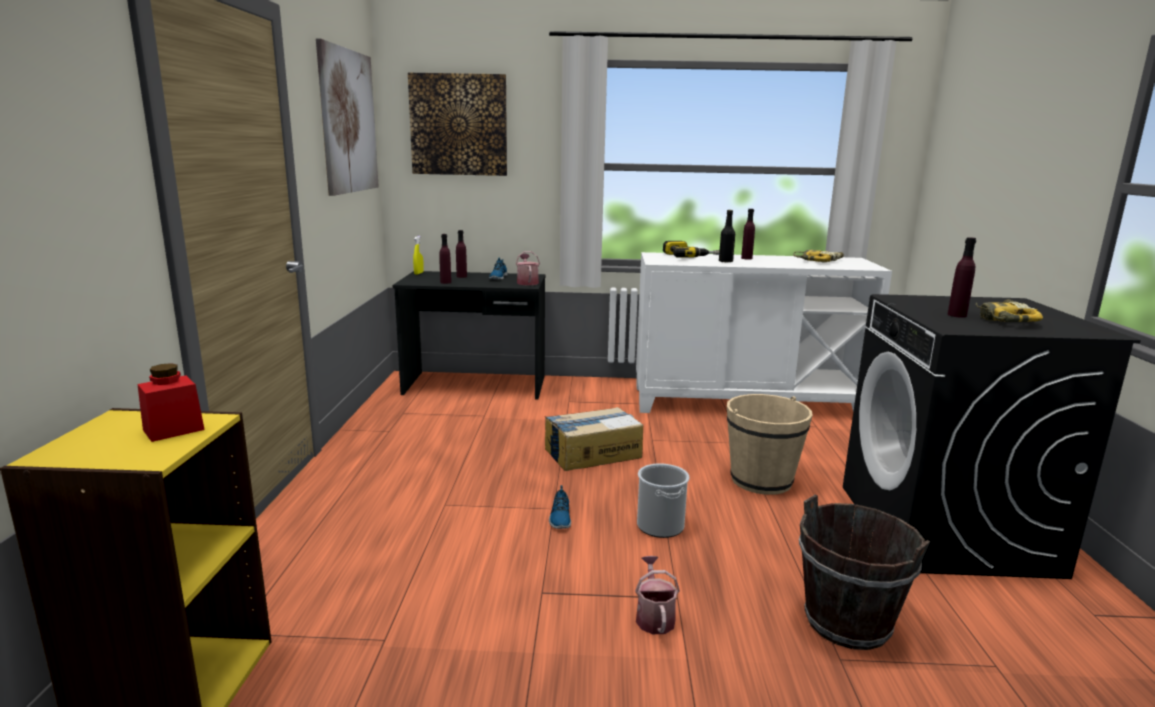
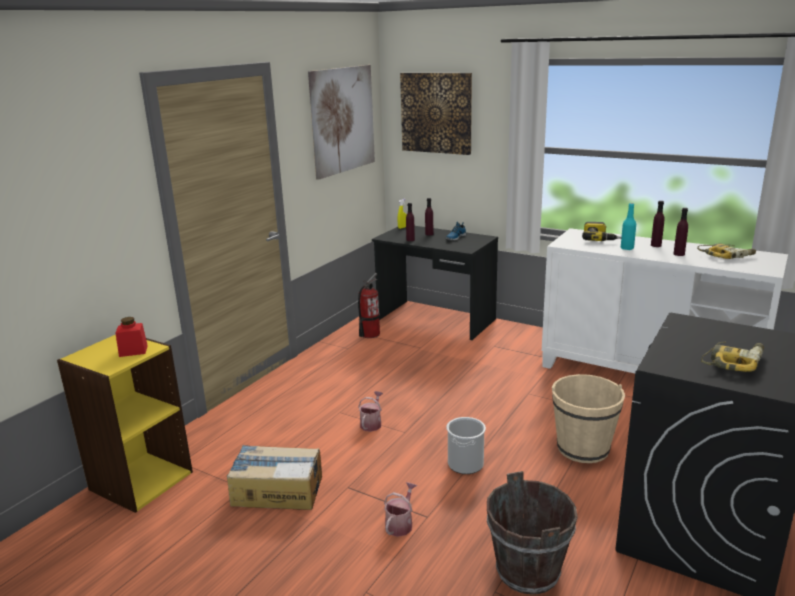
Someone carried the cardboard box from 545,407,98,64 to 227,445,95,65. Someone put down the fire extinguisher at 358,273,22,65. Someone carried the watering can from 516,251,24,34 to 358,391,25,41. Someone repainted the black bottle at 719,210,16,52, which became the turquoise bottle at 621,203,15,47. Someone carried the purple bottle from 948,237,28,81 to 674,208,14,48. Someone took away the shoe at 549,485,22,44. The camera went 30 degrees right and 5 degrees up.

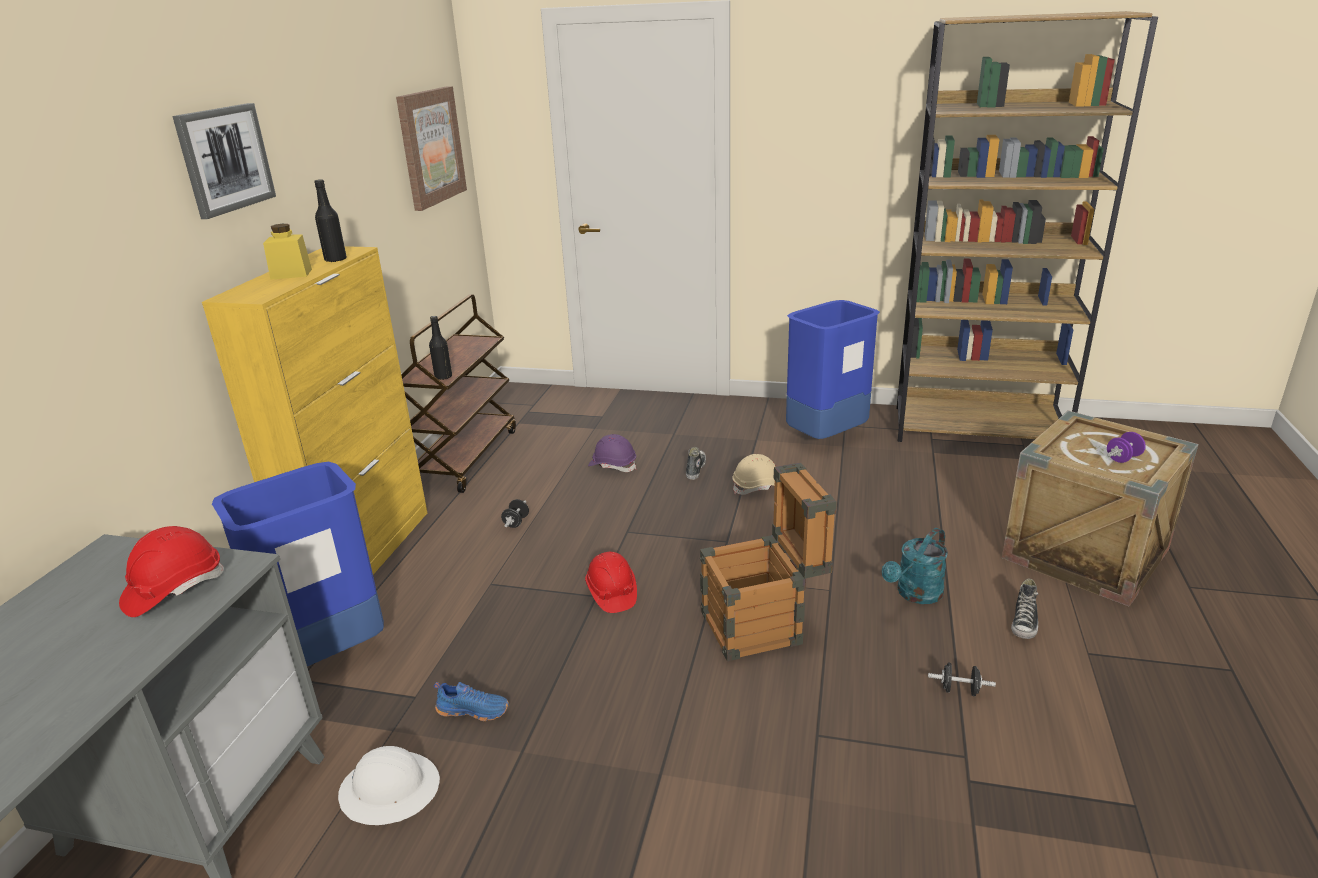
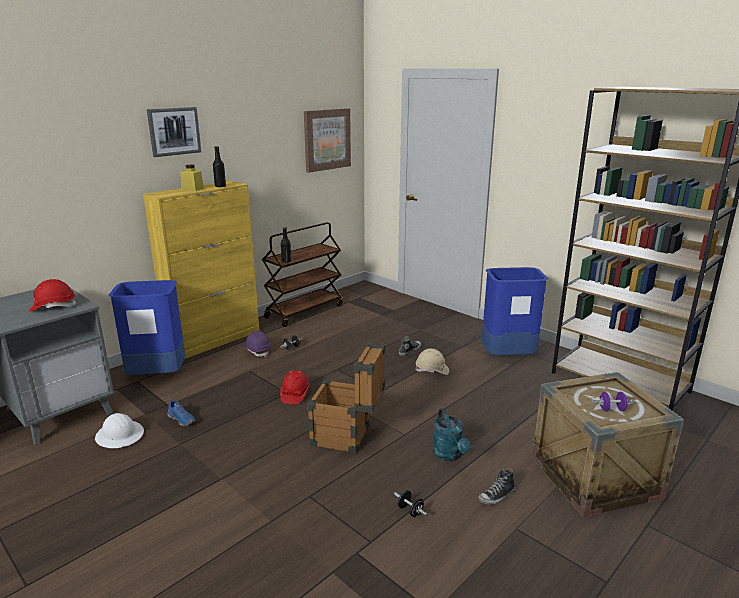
Someone carried the purple hard hat from 588,434,48,38 to 245,331,26,26. Someone rotated the turquoise watering can at 882,528,66,76 by 90 degrees counterclockwise. The camera went 30 degrees right and 5 degrees down.

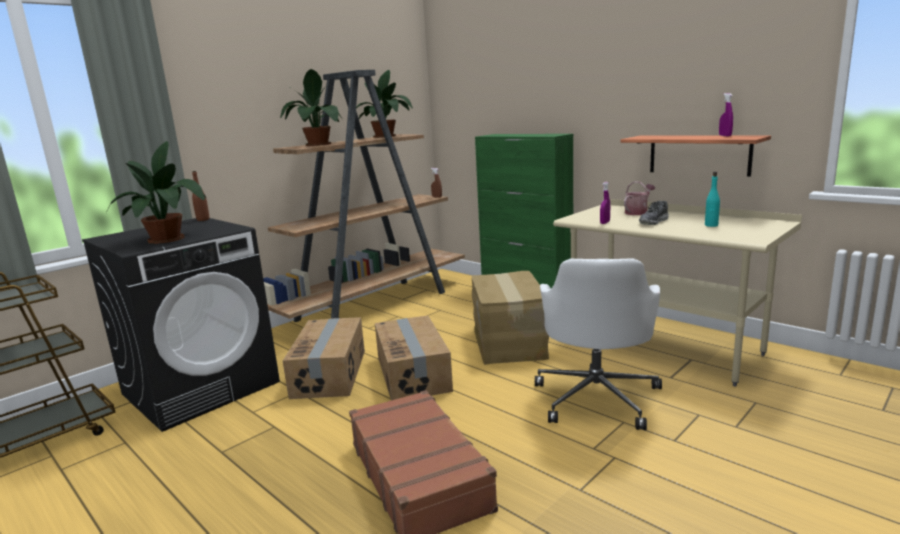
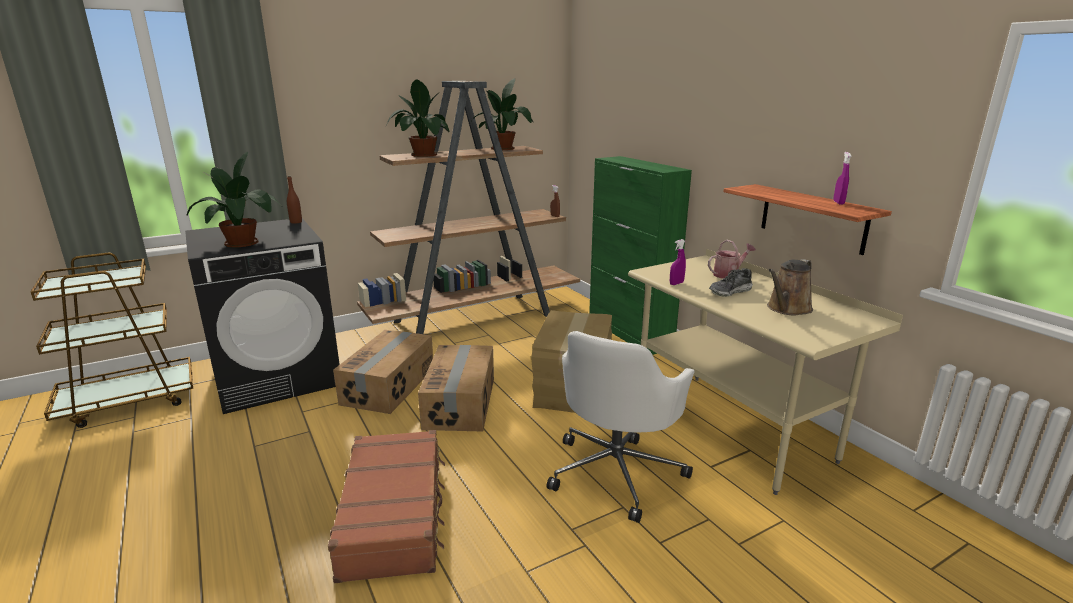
Someone swapped the turquoise bottle at 705,172,15,55 for the brown watering can at 767,259,46,57. The camera went 15 degrees right and 5 degrees up.

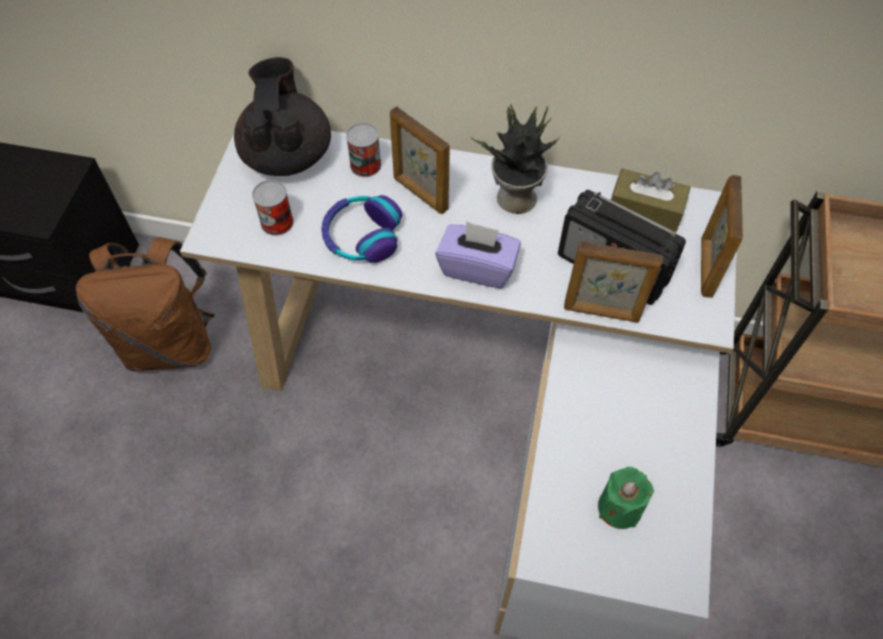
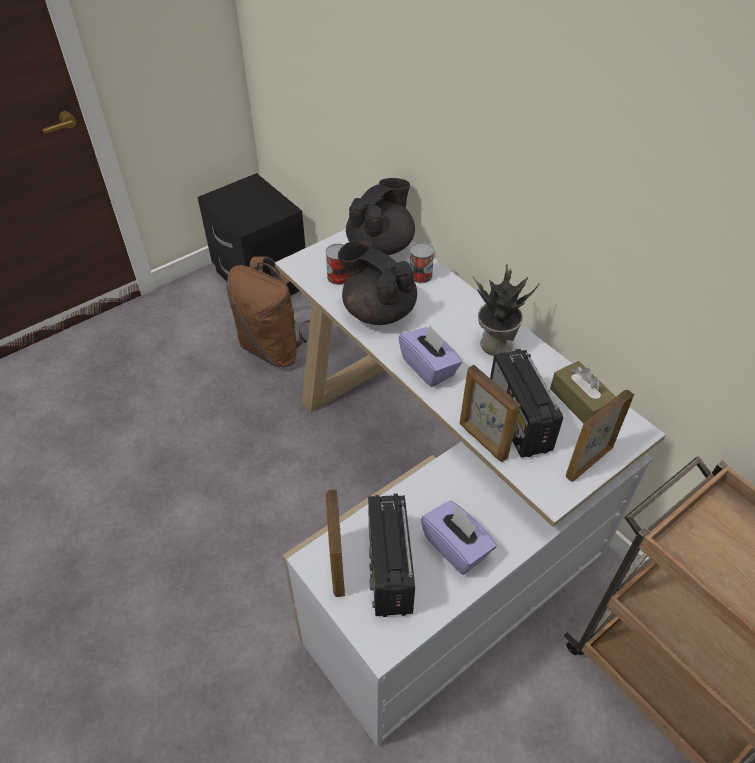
Someone carried the picture frame from 390,106,60,108 to 326,489,19,108. Someone swapped the headphones at 321,195,81,68 for the black teapot at 338,239,79,86. Someone swapped the green candle at 598,467,56,62 for the radio at 368,494,47,123. Someone put down the purple tissue box at 421,500,76,75. The camera went 40 degrees right and 10 degrees down.

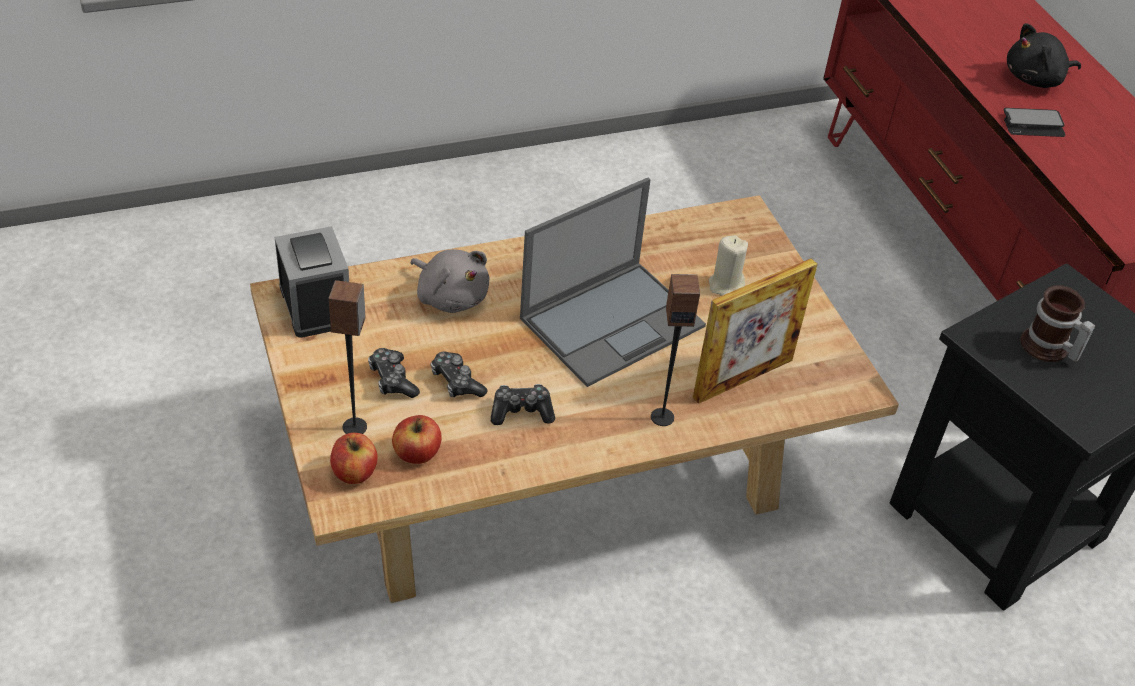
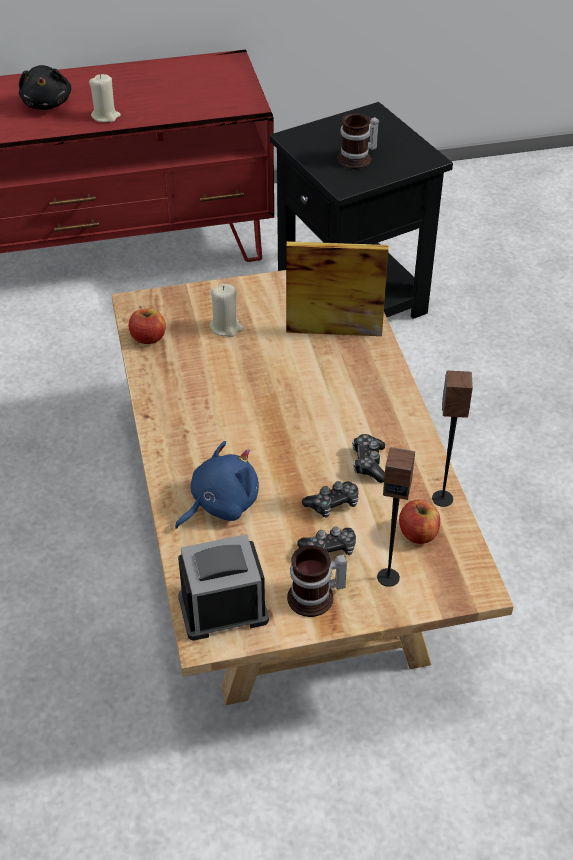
Someone swapped the phone at 1004,108,61,29 for the beige candle at 89,74,32,48. Someone carried the apple from 330,433,48,51 to 129,308,37,36. Someone repainted the grey plush toy at 411,249,78,64, which became the blue plush toy at 175,441,84,88. Someone rotated the picture frame at 693,258,125,146 by 60 degrees counterclockwise. Someone put down the mug at 287,545,60,72. Someone carried the speaker from 651,274,49,152 to 432,371,41,136. Someone took away the laptop at 520,177,186,210. The camera went 80 degrees left and 0 degrees up.

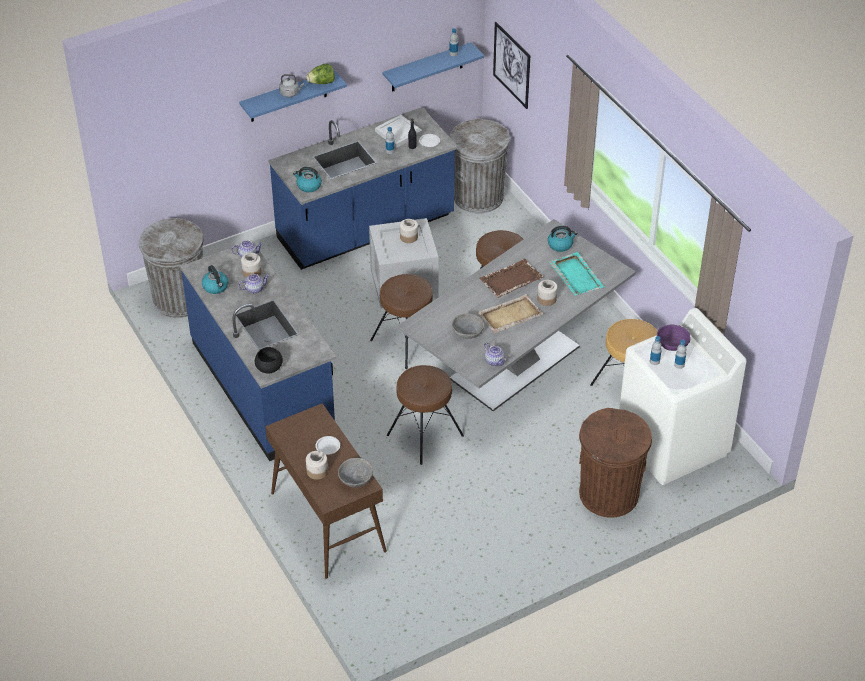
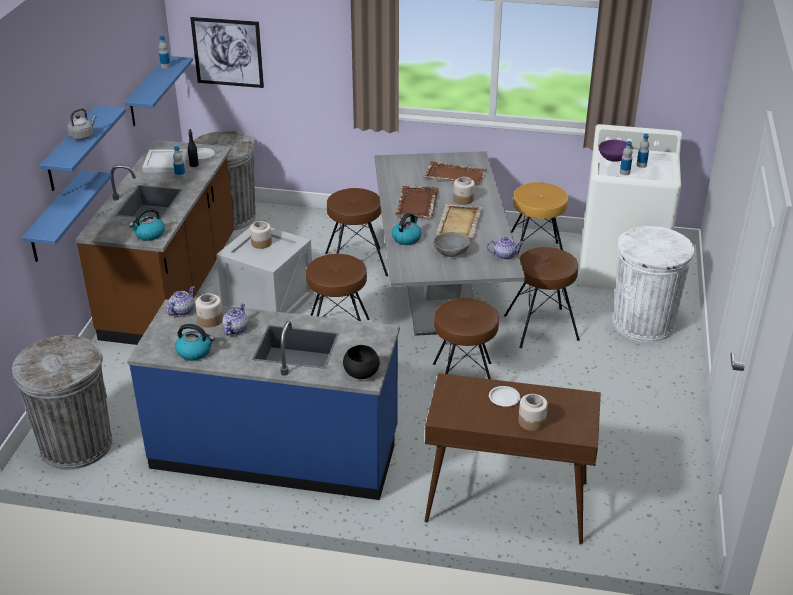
Someone put up the blue shelf at 22,170,90,92. Someone repainted the blue counter at 268,107,190,163, which became the brown counter at 75,140,159,205. Someone carried the kettle from 548,226,30,26 to 392,213,30,32. Someone repainted the turquoise tray at 548,252,57,44, which became the brown tray at 424,161,63,23. Someone put down the brown stool at 504,247,76,101. Someone repainted the brown trash can at 579,408,73,109, which became the white trash can at 613,226,81,116. Someone took away the lettuce at 306,64,29,20. Someone took away the grey bowl at 338,458,35,29. The camera went 50 degrees left and 10 degrees down.

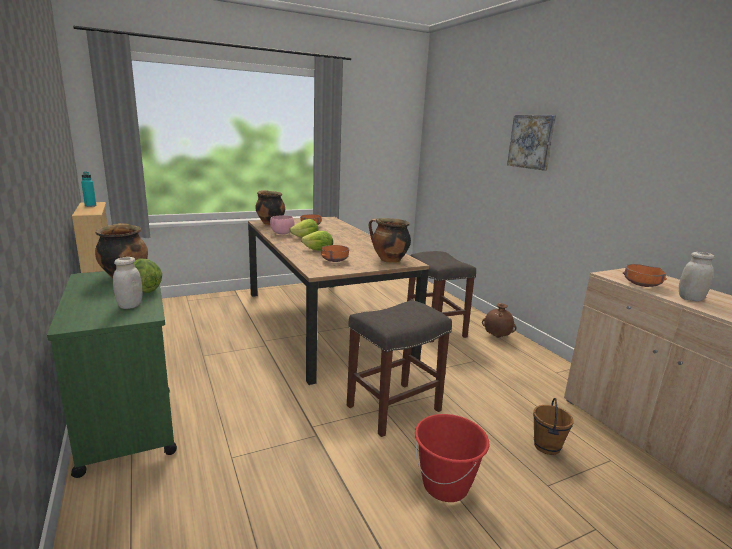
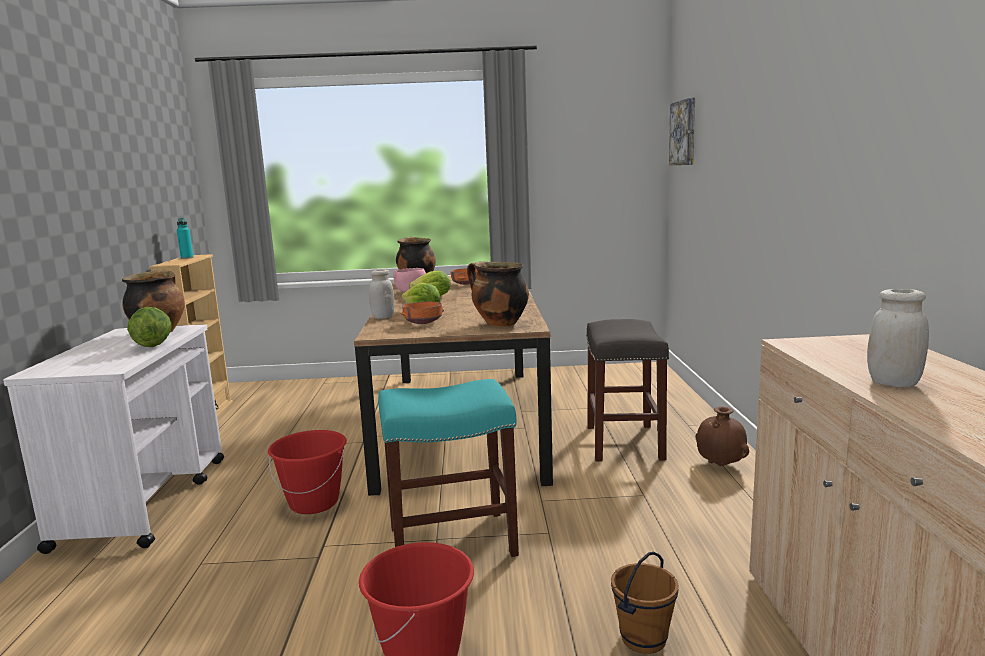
Someone repainted the green cart at 47,271,130,207, which became the white cart at 3,324,221,230. Someone put down the red bucket at 268,430,79,84. Someone carried the white jar from 113,257,30,52 to 369,269,26,50. Someone repainted the grey stool at 347,300,105,137, which became the turquoise stool at 378,379,141,178. Someone carried the picture from 507,115,49,56 to 669,97,26,69. Someone took away the orange bowl at 623,264,44,23. The camera went 25 degrees right and 5 degrees down.

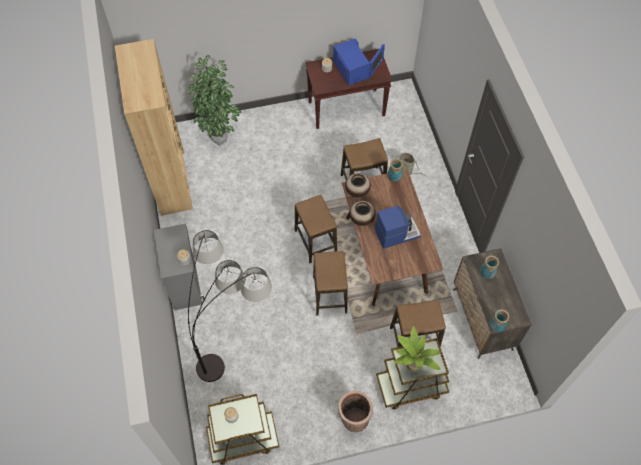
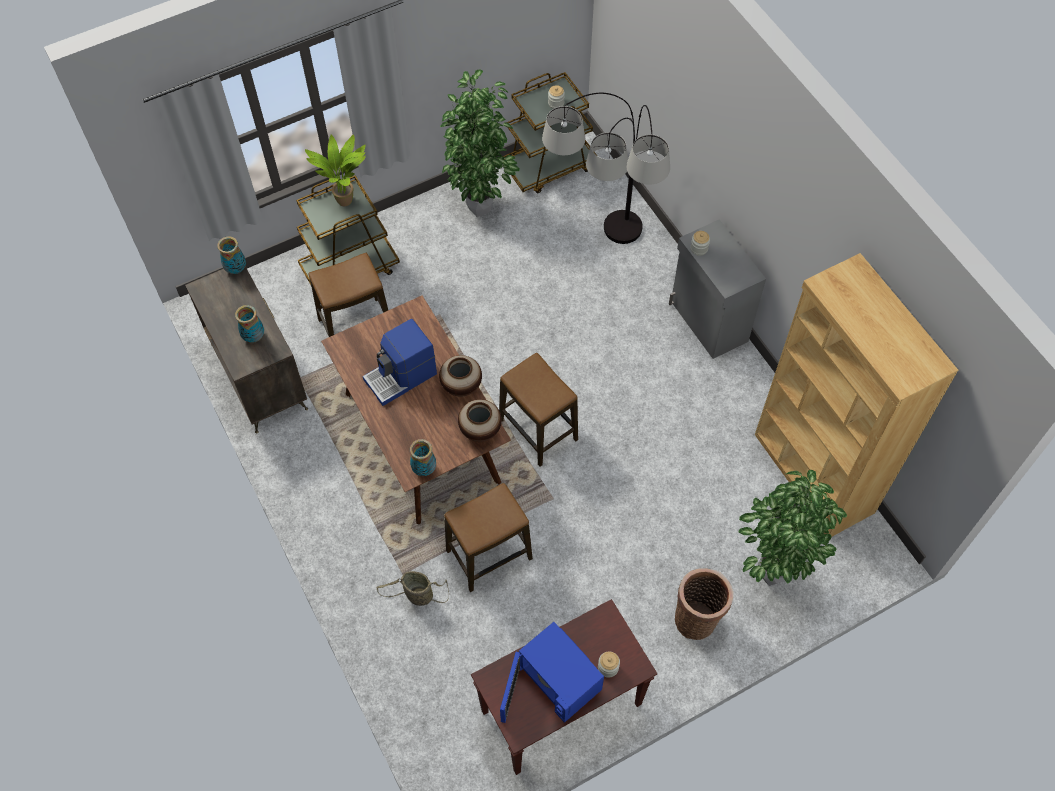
Someone put down the potted plant at 440,69,80,148. Someone carried the basket from 338,391,35,41 to 675,568,58,72. Someone took away the stool at 313,251,35,65. The camera went 165 degrees right and 0 degrees up.

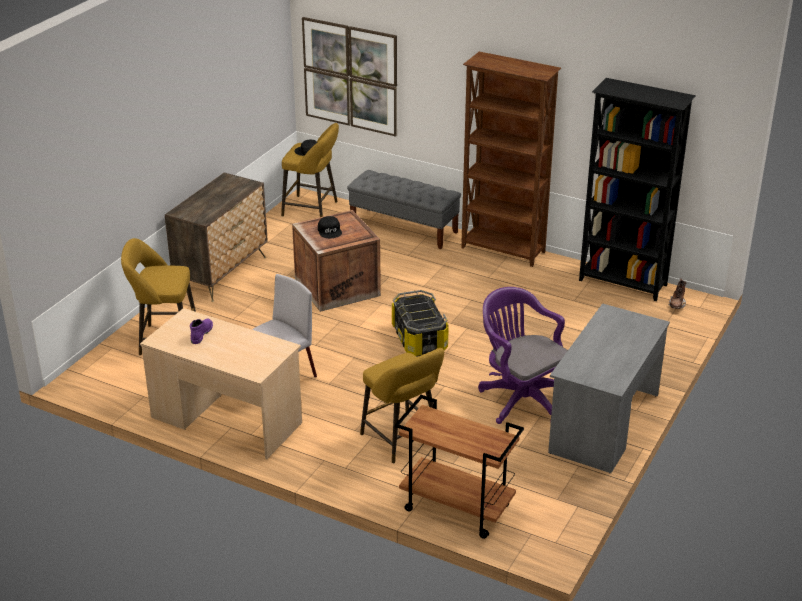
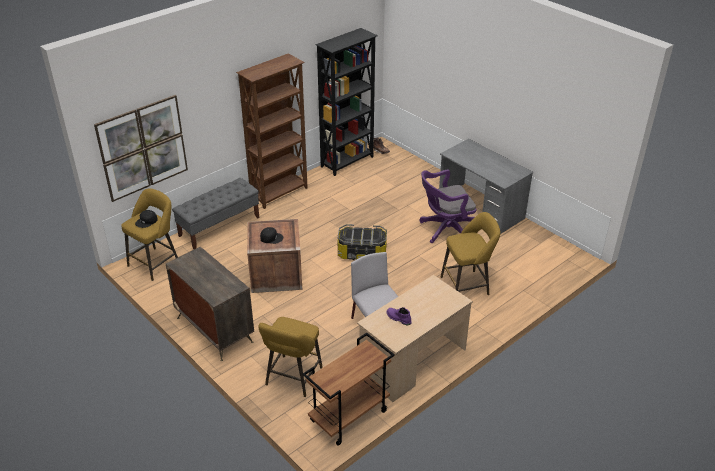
Someone carried the brown cart from 395,395,129,144 to 303,333,92,112. The camera went 70 degrees left and 5 degrees up.

